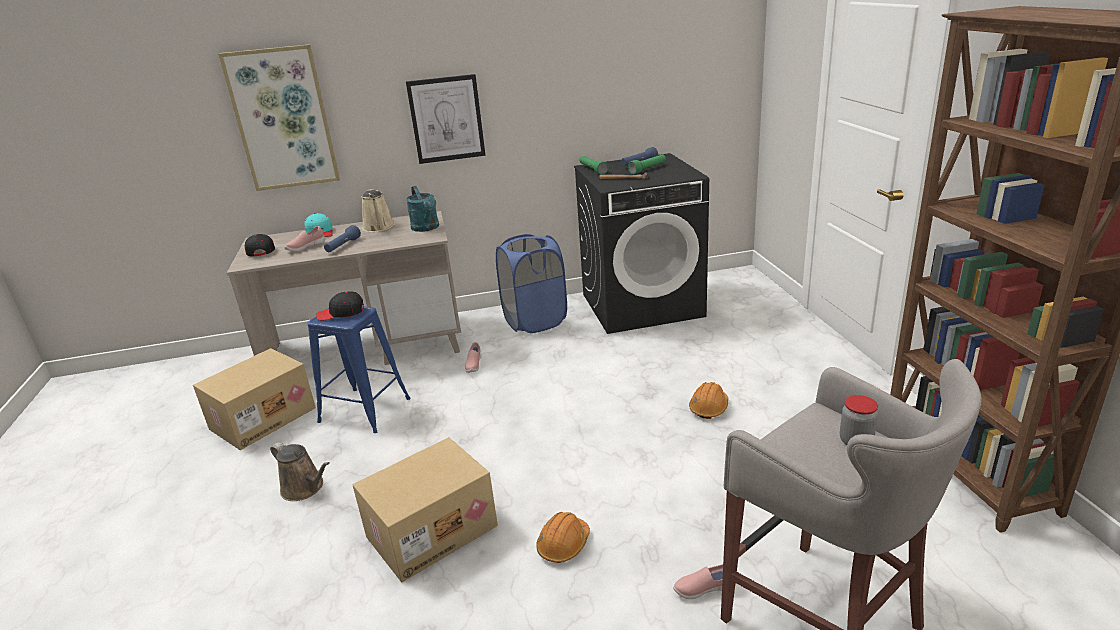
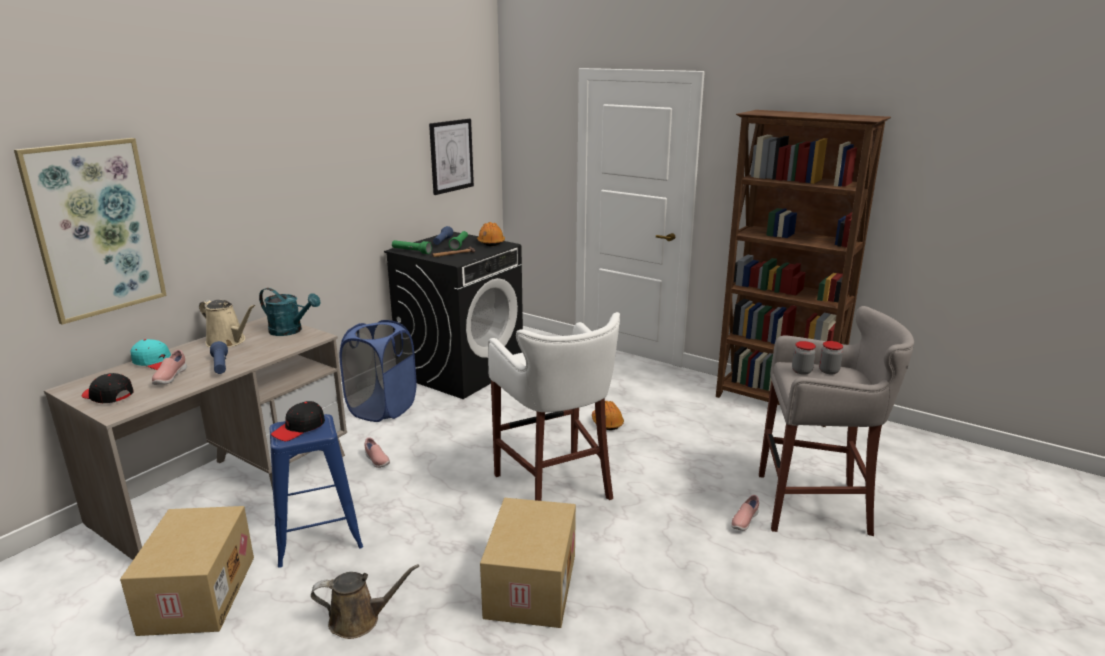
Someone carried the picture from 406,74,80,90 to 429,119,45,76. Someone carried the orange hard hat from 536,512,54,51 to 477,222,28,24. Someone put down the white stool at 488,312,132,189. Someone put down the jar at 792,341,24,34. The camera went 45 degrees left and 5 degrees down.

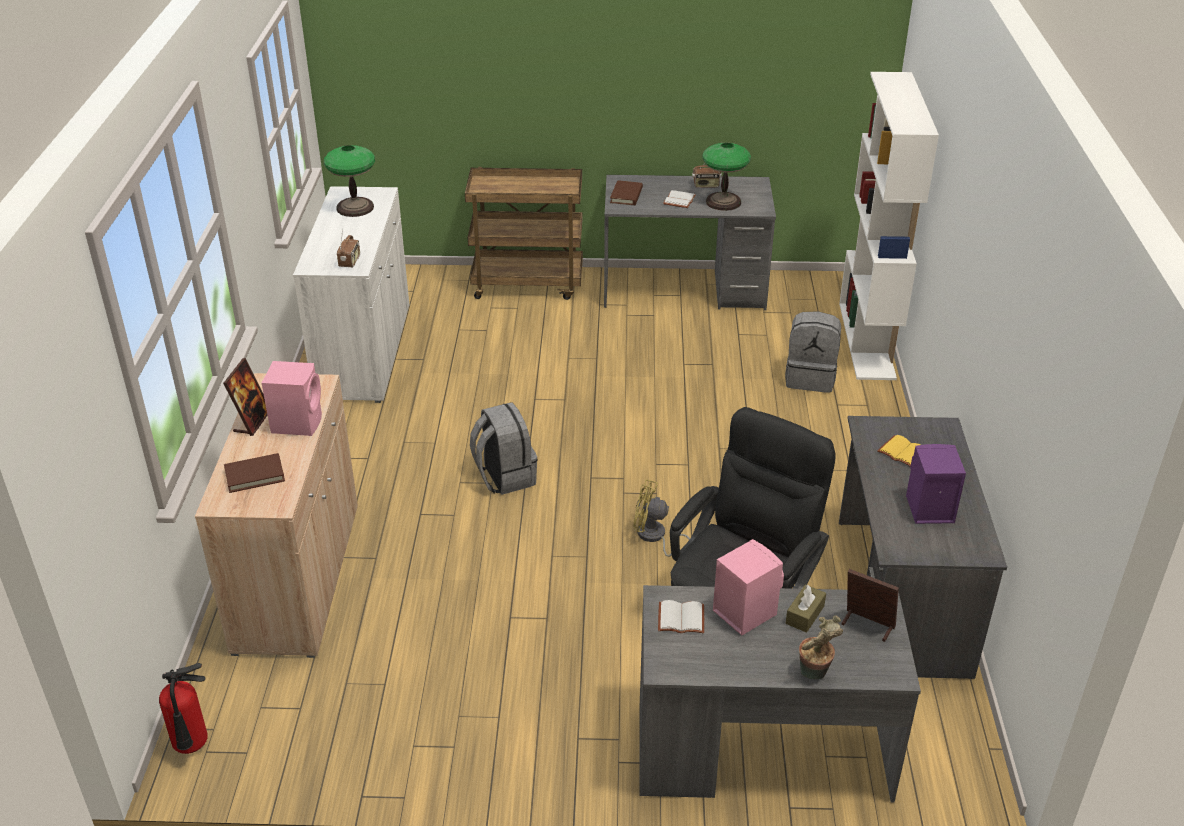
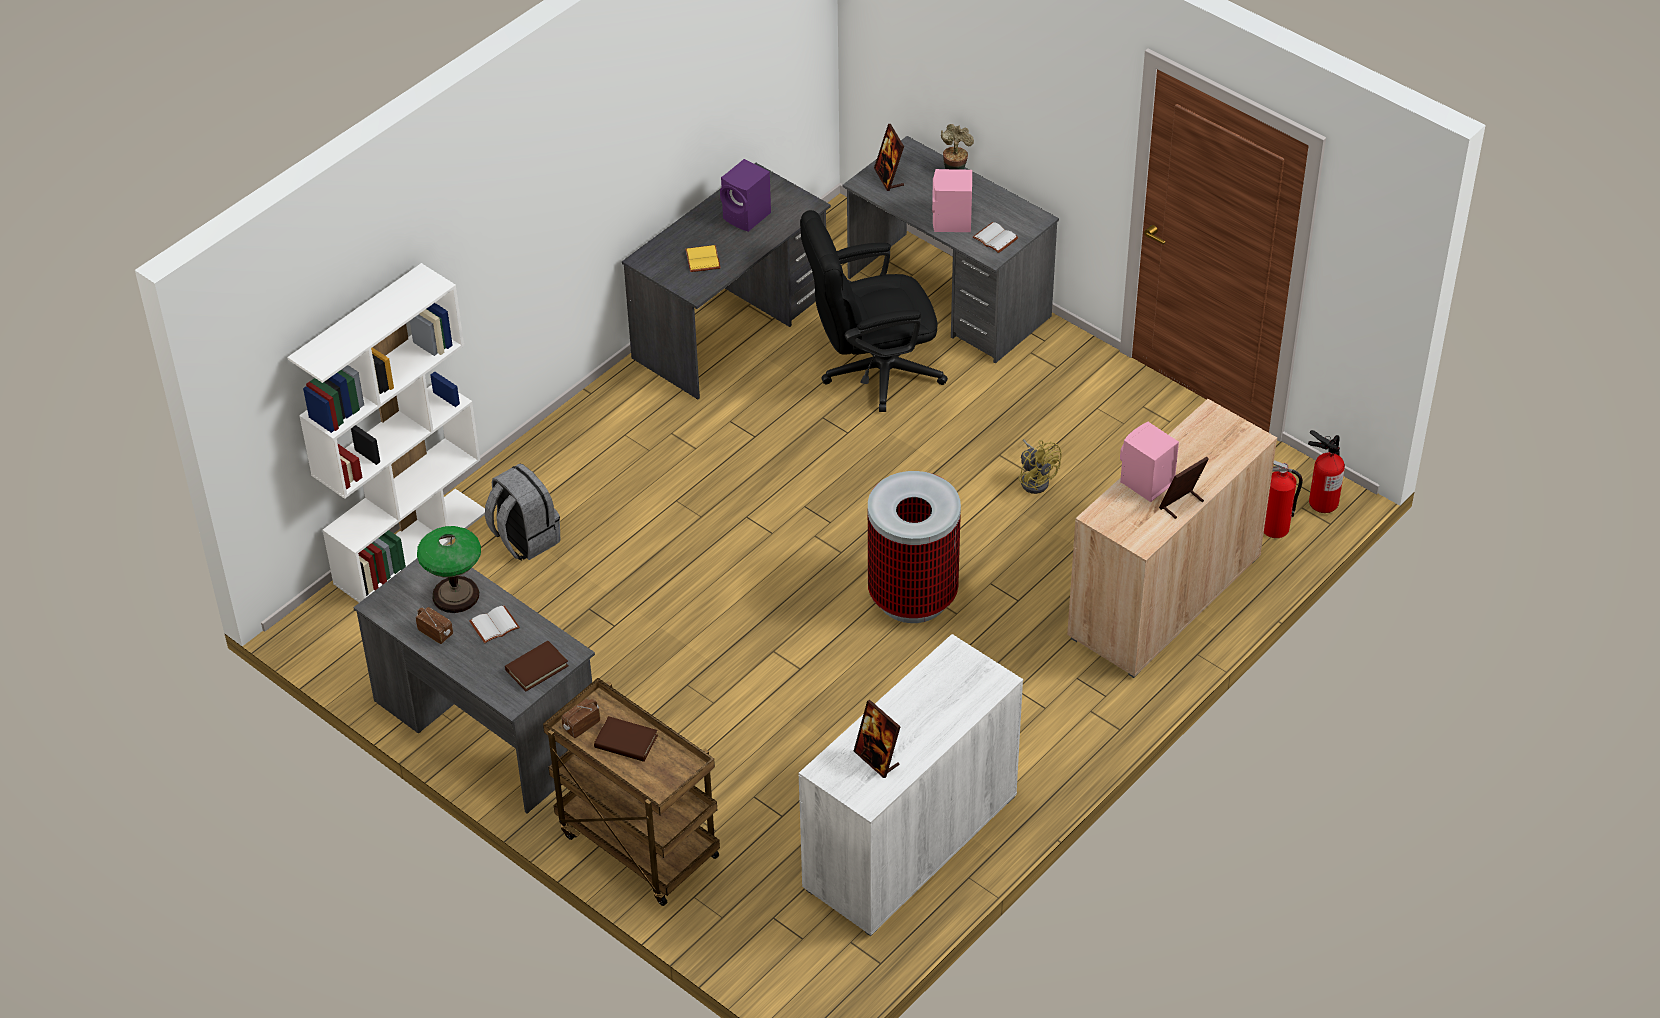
Someone carried the radio from 337,229,23,38 to 561,699,39,39. Someone carried the brown book from 224,453,61,40 to 594,716,64,46. Someone swapped the table lamp at 324,145,51,72 for the picture frame at 854,700,46,78. Someone swapped the grey backpack at 470,402,68,93 for the trash can at 868,471,93,152. Someone carried the yellow fan from 633,480,57,77 to 1018,439,44,55. Someone put down the fire extinguisher at 1264,460,39,78. Someone took away the brown tissue box at 786,584,40,49. The camera went 140 degrees left and 10 degrees up.

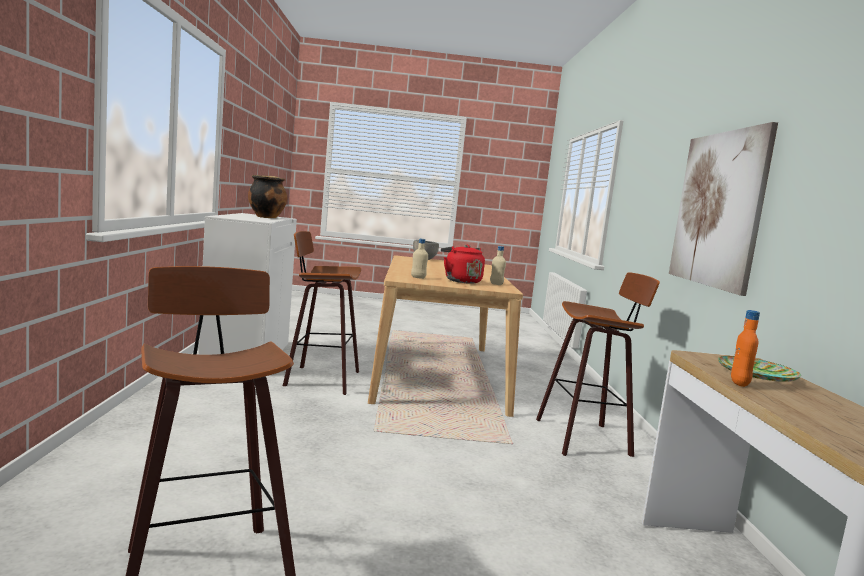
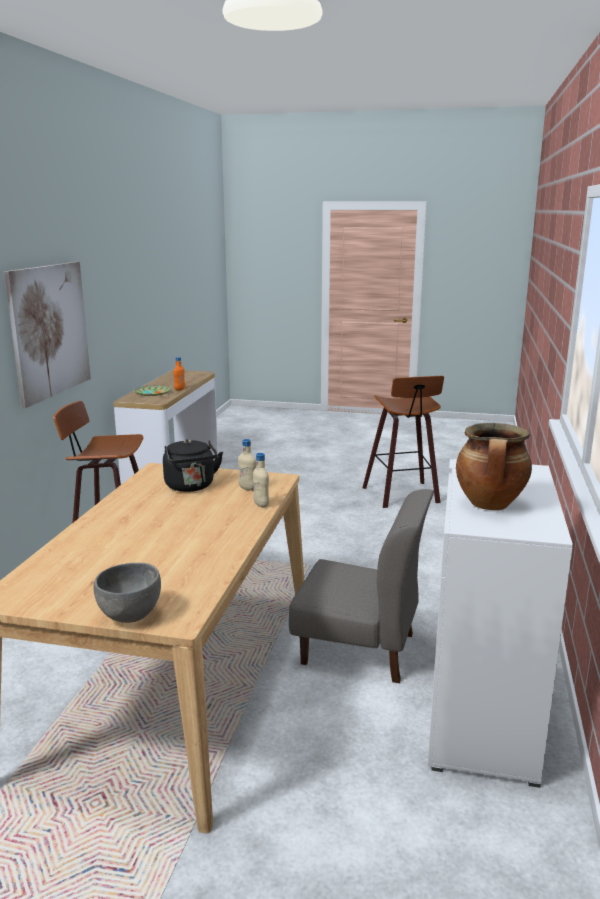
Someone repainted the red kettle at 441,245,44,39, which became the black kettle at 163,439,60,53. Someone carried the beige bottle from 490,246,16,39 to 253,453,16,55. Someone swapped the stool at 283,231,78,164 for the grey chair at 289,489,145,194. The camera went 165 degrees left and 10 degrees up.

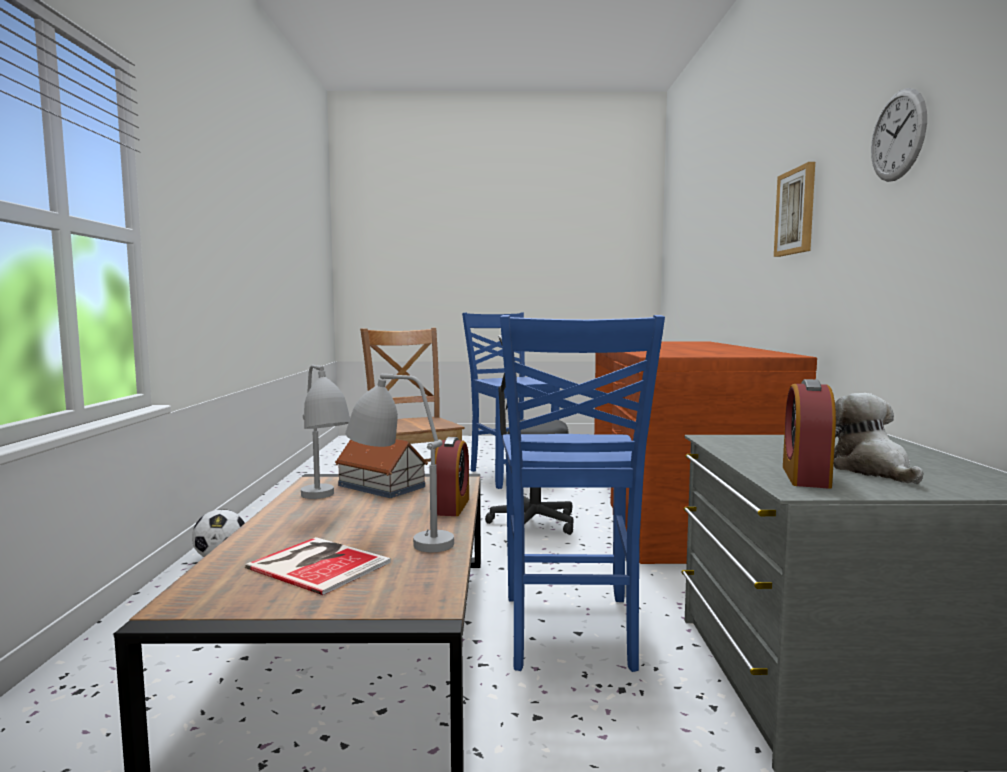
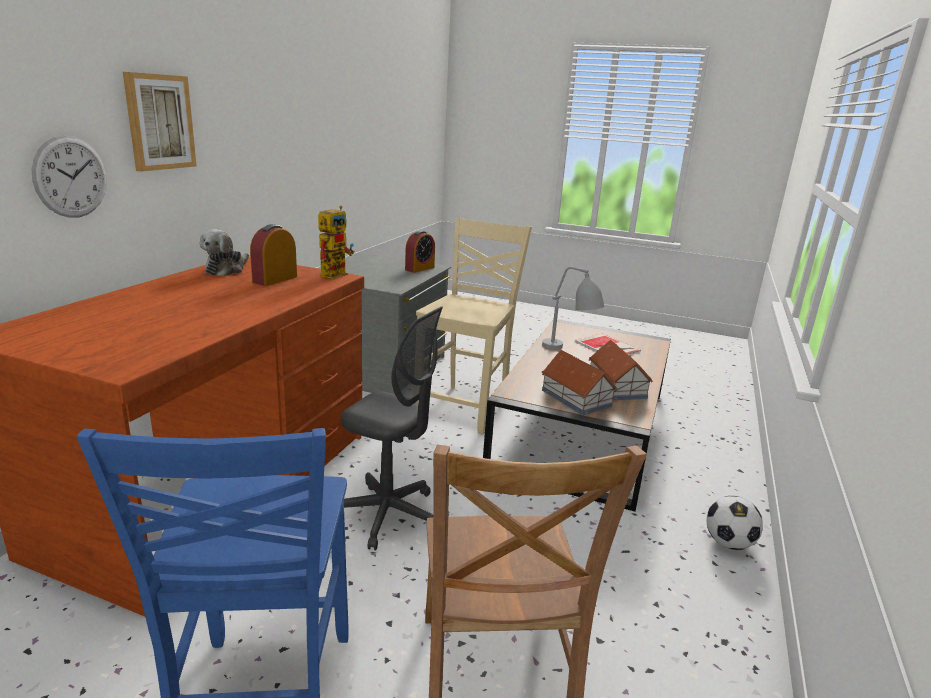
Someone carried the wall clock from 871,88,56,94 to 31,135,76,83. Someone carried the plush toy from 834,393,90,91 to 200,229,49,47. Someone carried the alarm clock from 435,437,34,79 to 250,224,47,62. Someone put down the toy robot at 318,206,36,73. Someone repainted the blue chair at 500,315,165,357, which became the beige chair at 416,217,116,218. Someone swapped the grey table lamp at 301,365,49,134 for the toy house at 589,340,64,60. The camera went 160 degrees left and 15 degrees up.

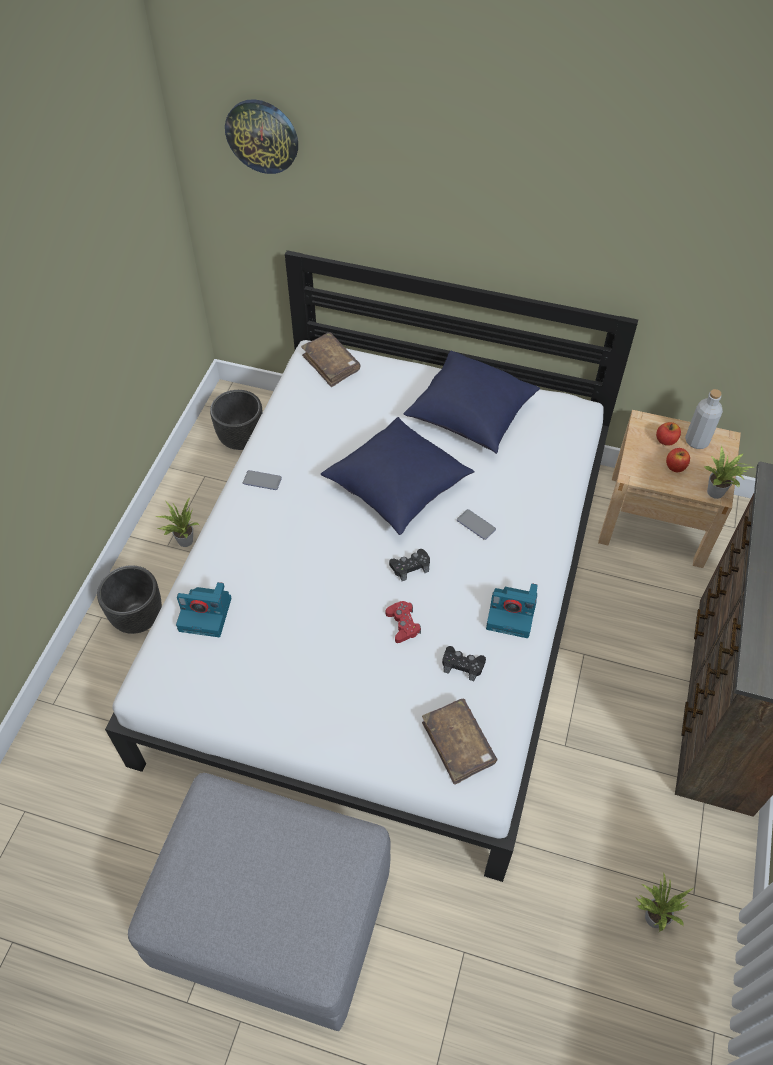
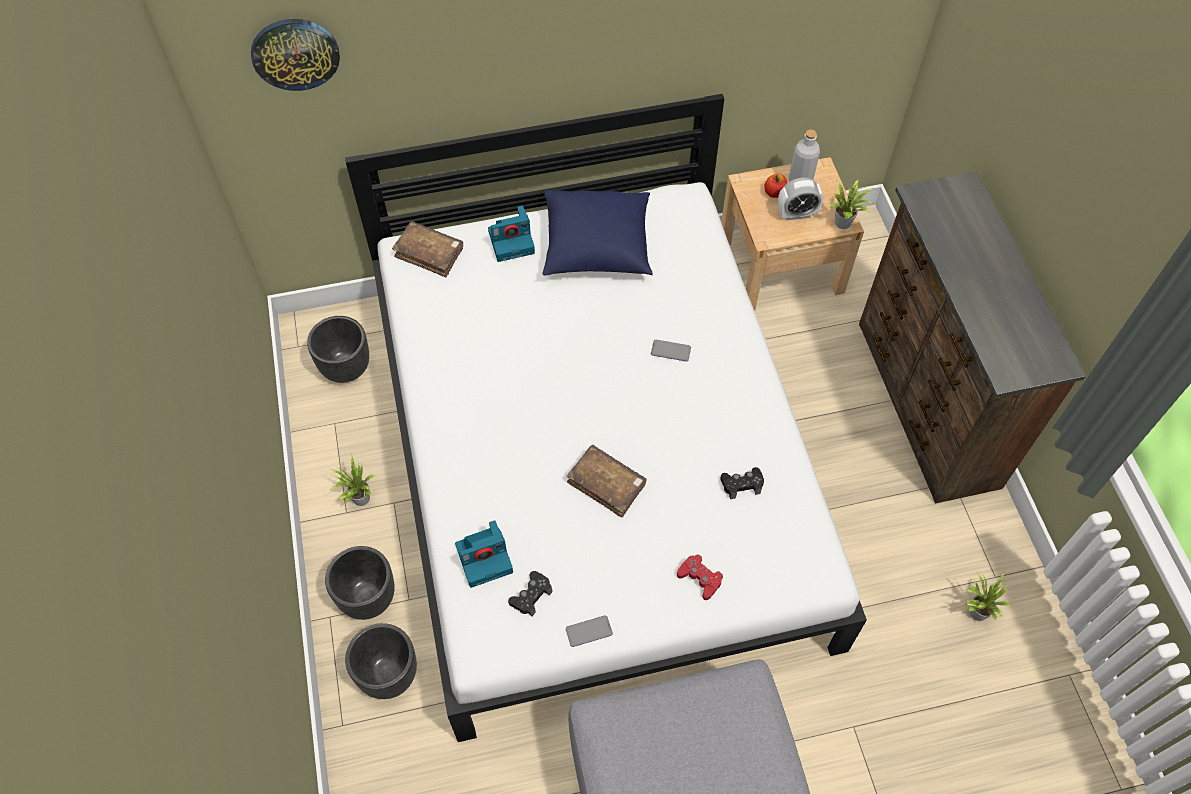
Someone put down the black planter at 345,623,72,76. Someone carried the photo camera from 486,583,52,55 to 488,206,47,56. Someone carried the black game controller from 389,549,41,32 to 508,571,44,45. Someone carried the phone from 243,470,39,20 to 565,615,48,32. Someone carried the brown book from 422,698,75,87 to 567,445,80,73. Someone carried the red game controller from 386,601,35,42 to 677,554,46,46. Someone swapped the apple at 666,448,24,24 for the alarm clock at 778,178,45,42. Someone took away the blue pillow at 321,417,154,118. The camera went 30 degrees left and 5 degrees up.

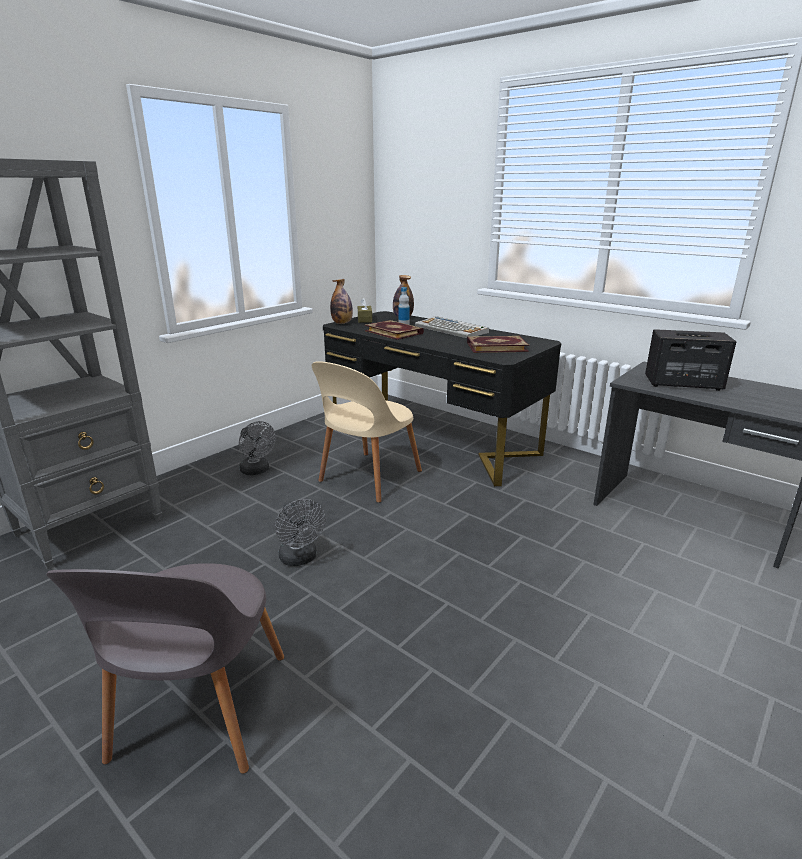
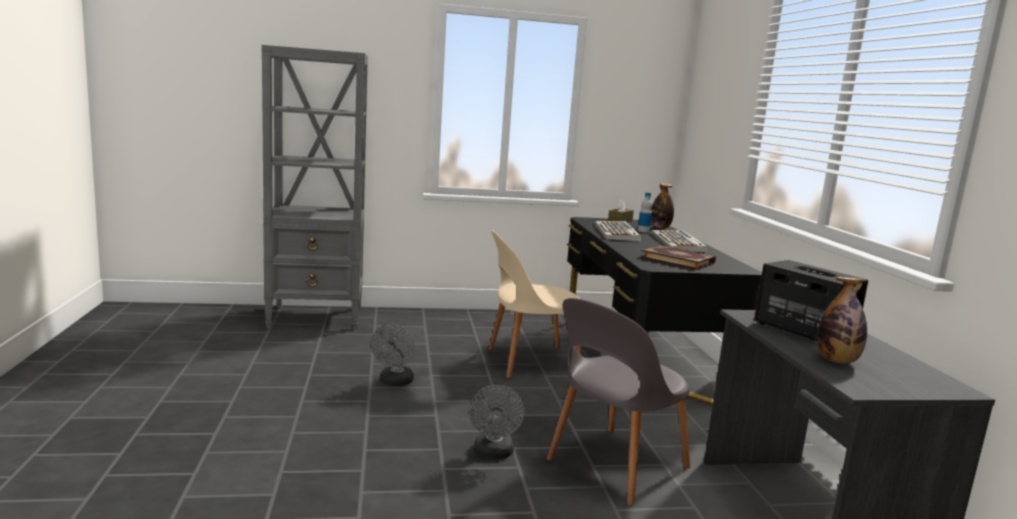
Someone carried the grey fan from 239,421,37,54 to 469,385,55,74. Someone carried the grey chair from 46,563,238,211 to 547,298,144,207. Someone swapped the book at 365,320,59,20 for the keyboard at 595,221,46,21. Someone carried the bottle from 330,279,23,45 to 818,277,49,87. The camera went 40 degrees right and 10 degrees down.

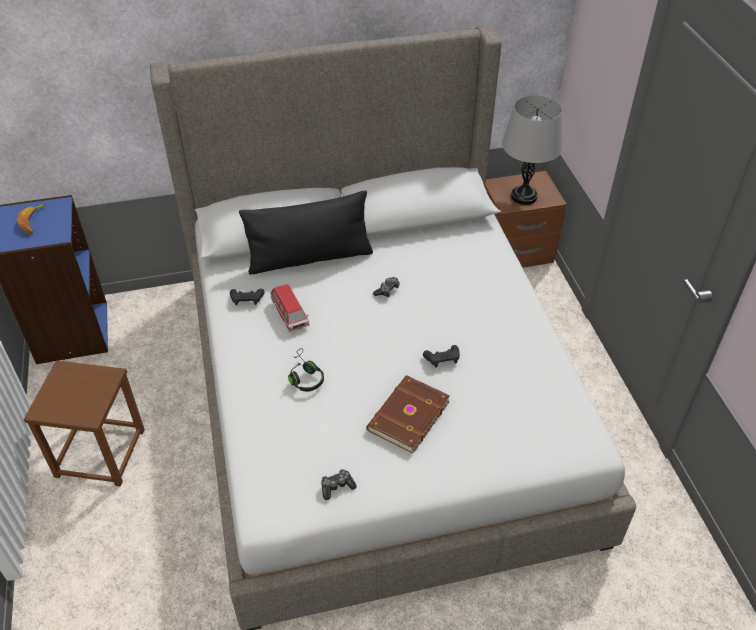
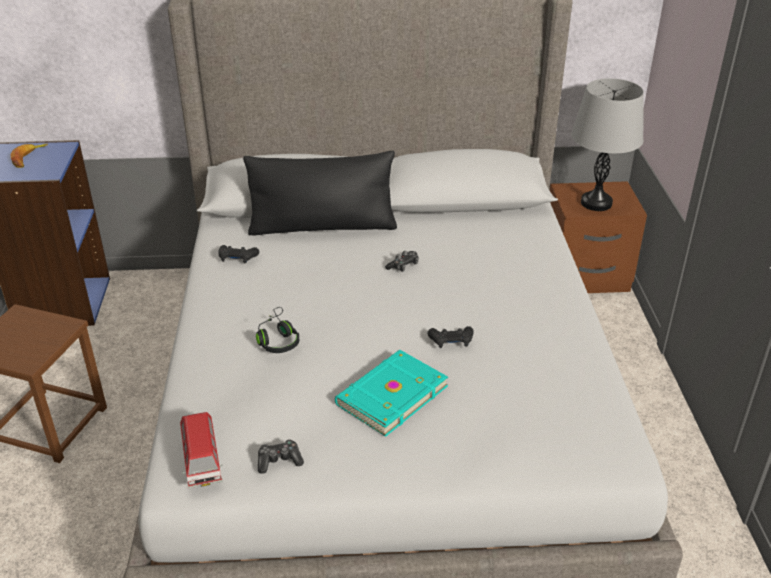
Someone carried the toy car from 271,284,39,48 to 180,412,43,76. Someone repainted the brown book at 366,375,84,79, which became the turquoise book at 335,350,113,87. The camera went 10 degrees right and 10 degrees down.

